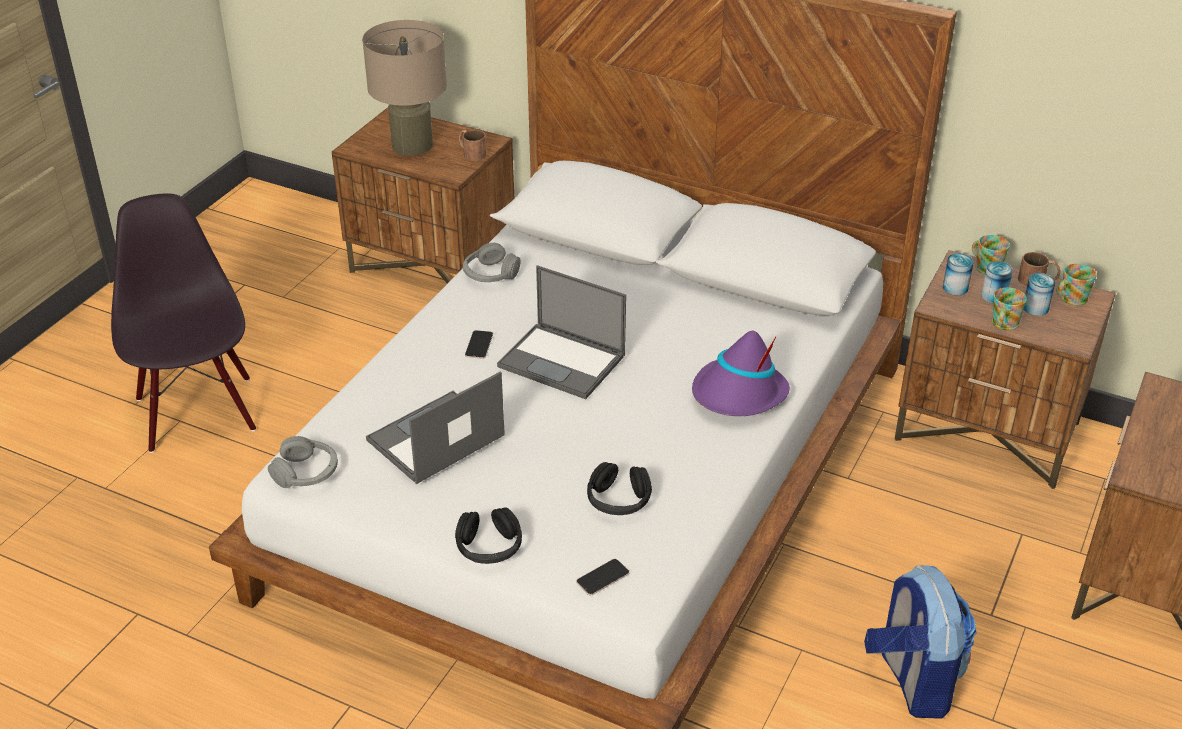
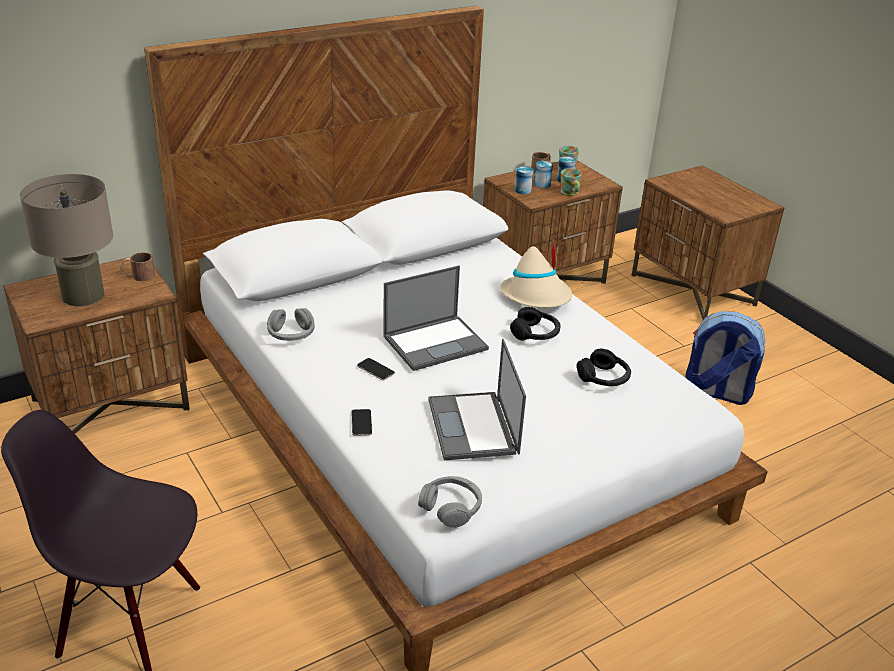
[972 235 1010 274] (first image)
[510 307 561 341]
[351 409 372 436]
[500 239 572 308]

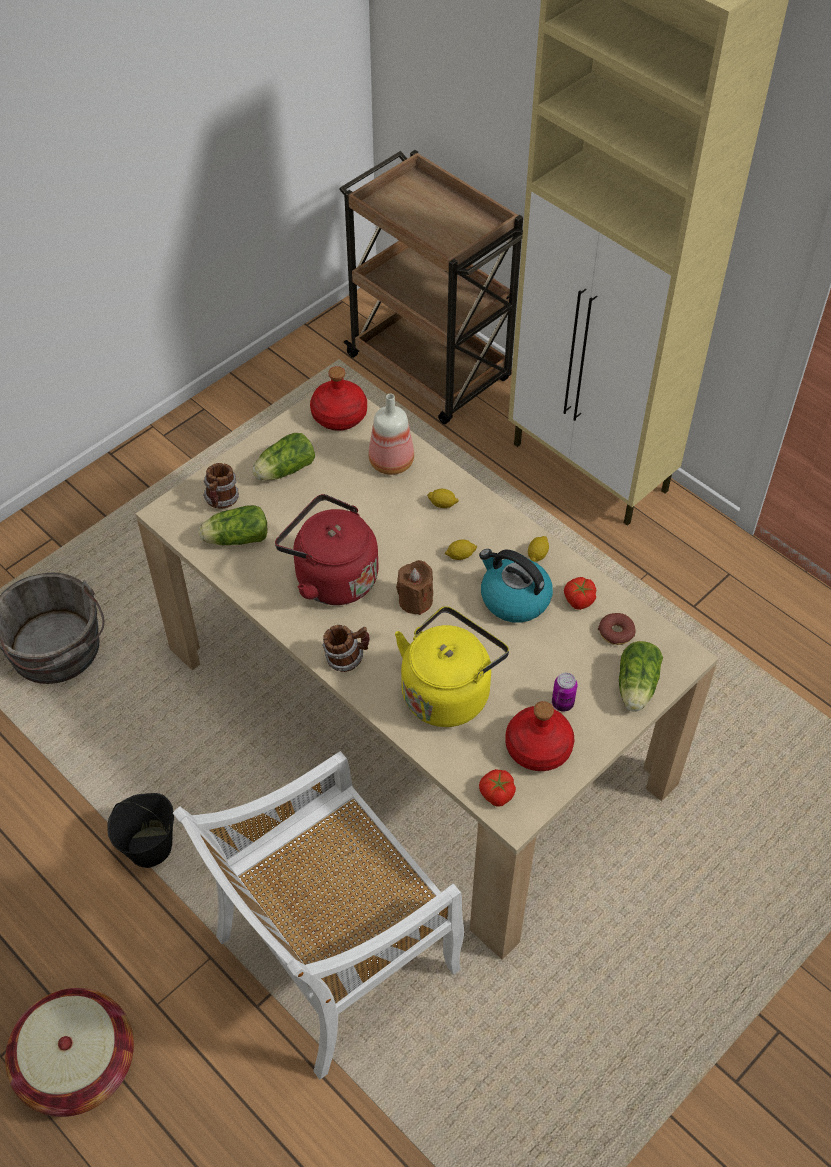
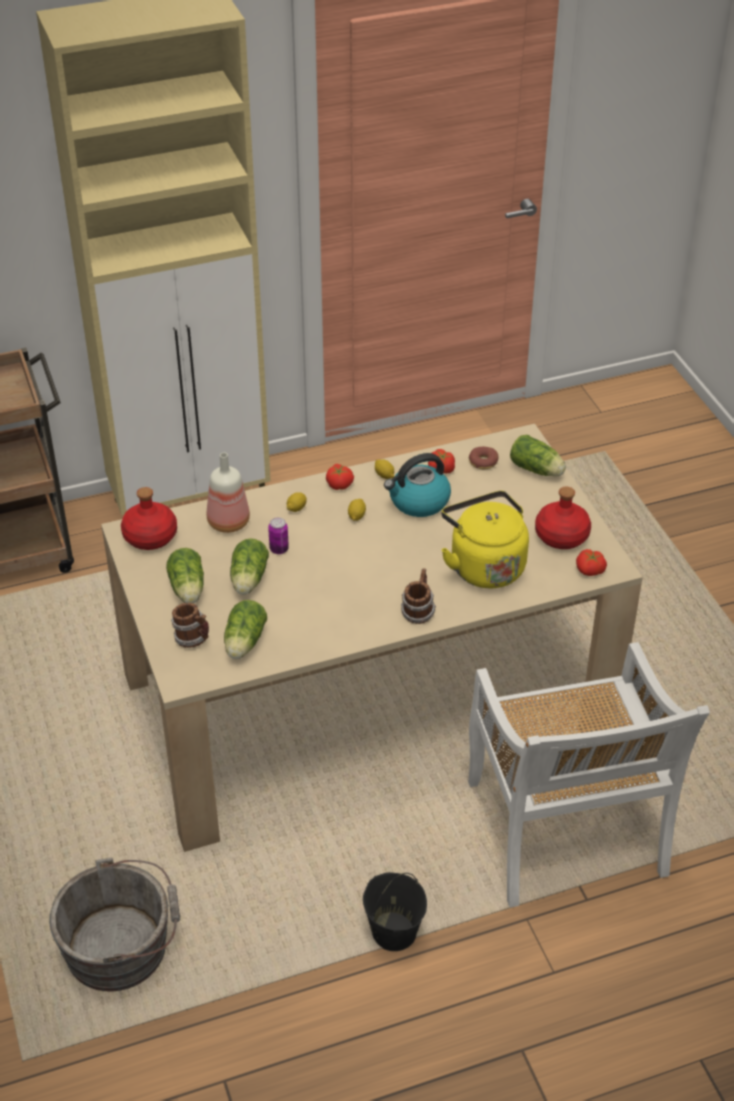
[5 988 134 1117] (first image)
[275 494 379 605] (first image)
[396 560 433 615] (first image)
[230 538 269 595]
[326 464 354 490]
[268 518 289 554]

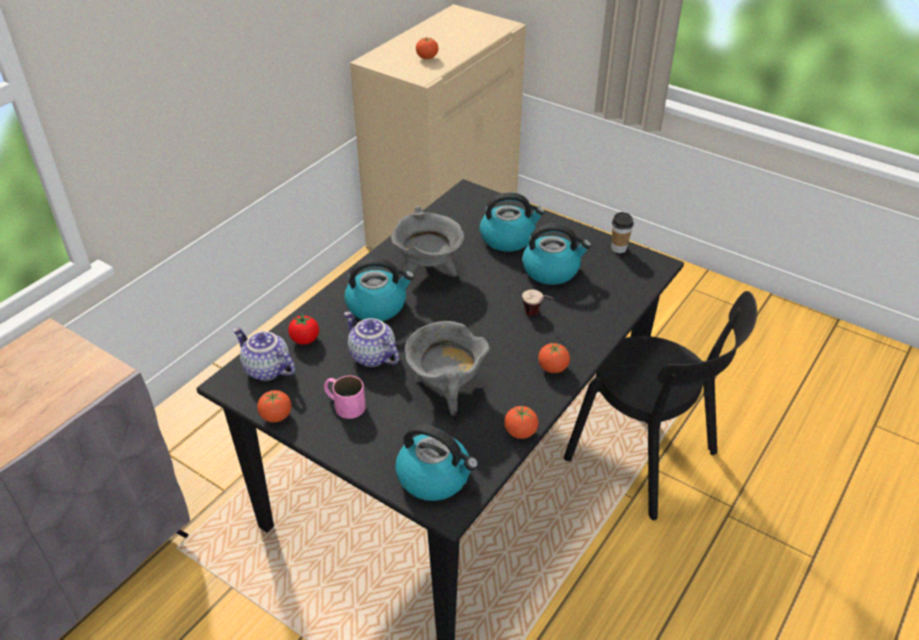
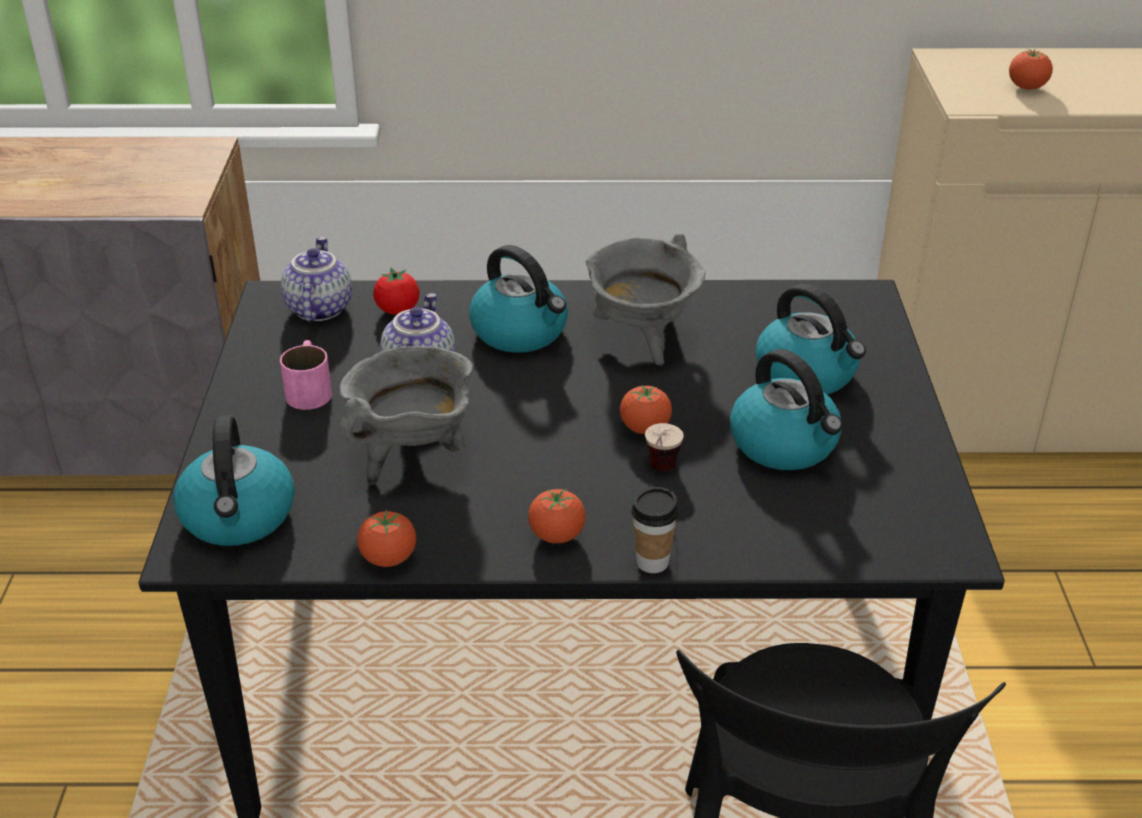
[620 385 672 434]
[632 487 679 573]

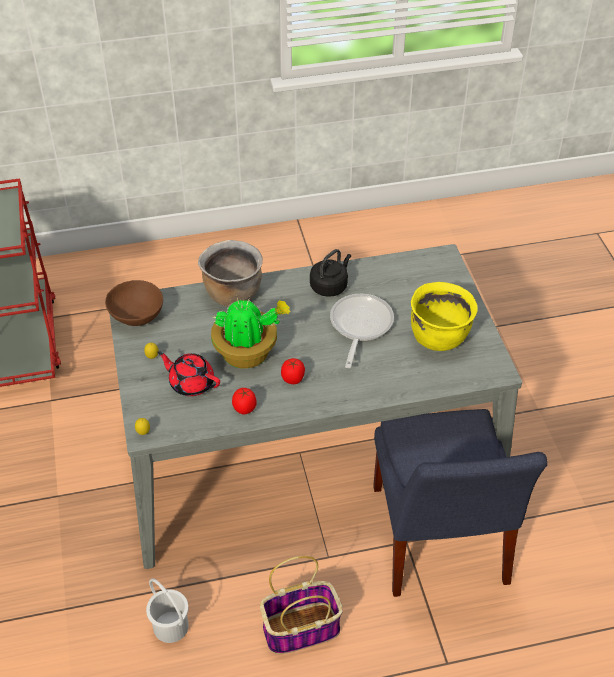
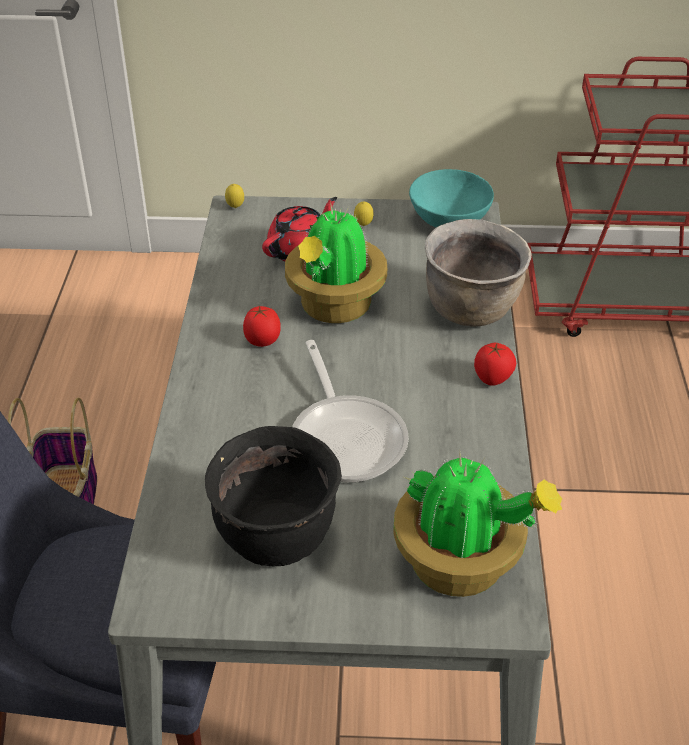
[146 578 189 643] (first image)
[310 249 351 297] (first image)
[393 454 562 597]
[474 343 516 386]
[409 169 494 227]
[205 426 342 567]
[292 340 409 482]

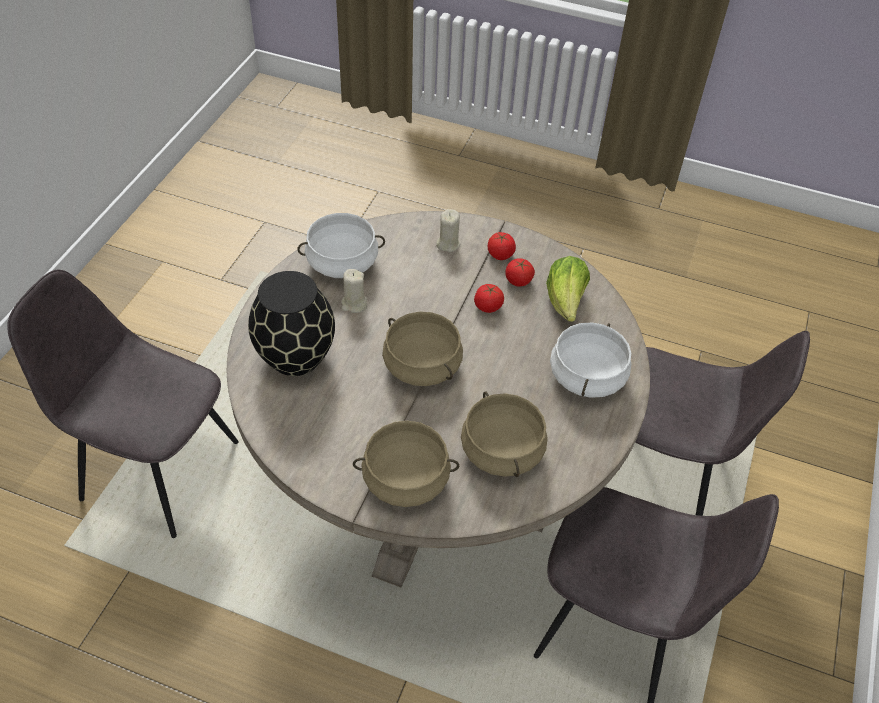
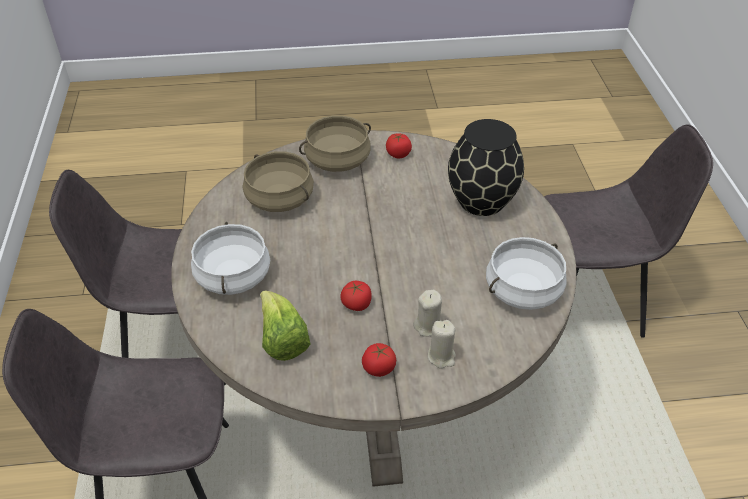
[382 312 463 386] (first image)
[413 290 442 337]
[386 133 412 159]

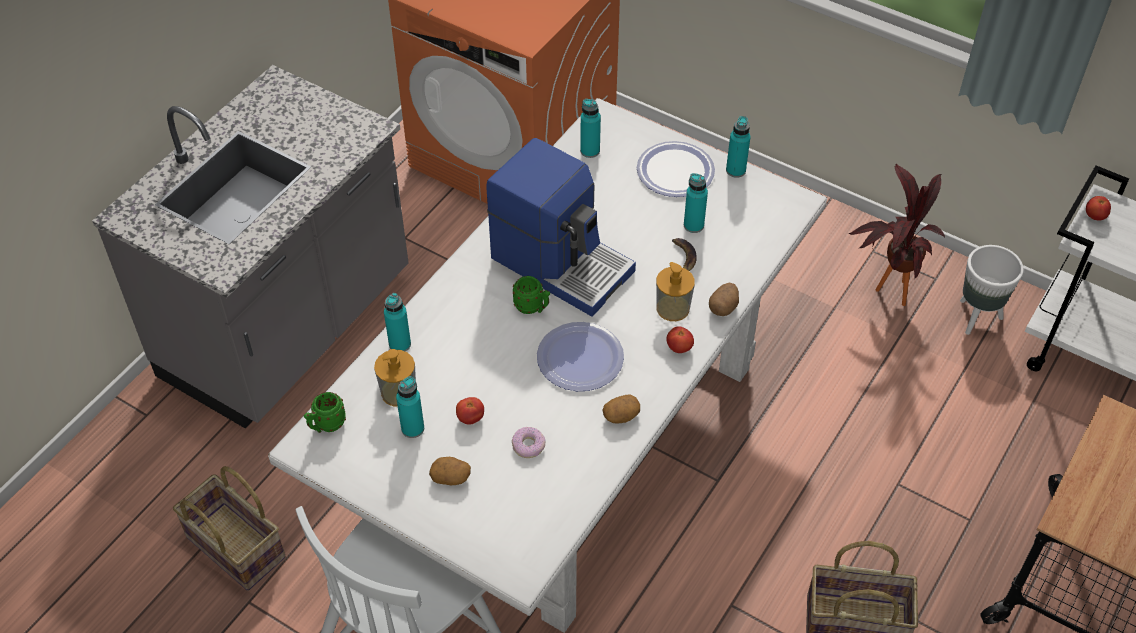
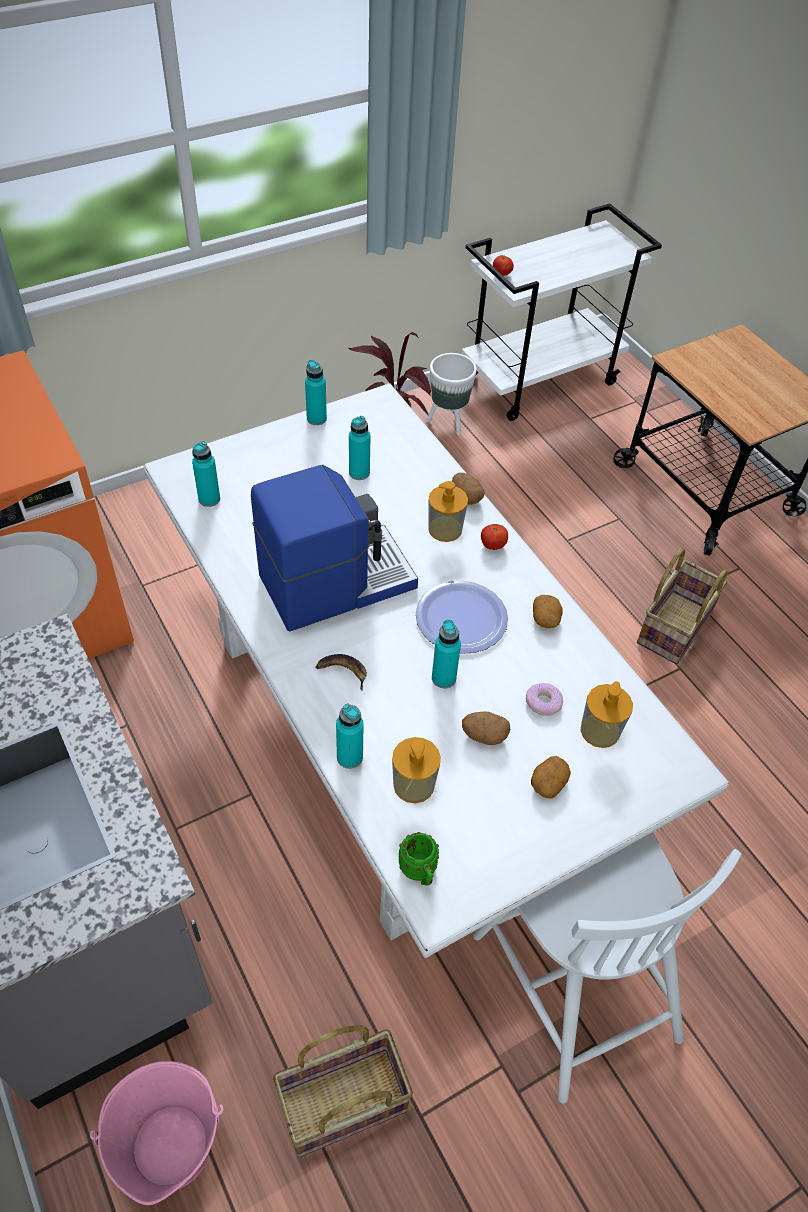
[513 276 550 314] (first image)
[637 141 715 197] (first image)
[90 1061 224 1205]
[581 681 633 748]
[432 620 461 688]
[315 654 367 691]
[462 711 510 745]

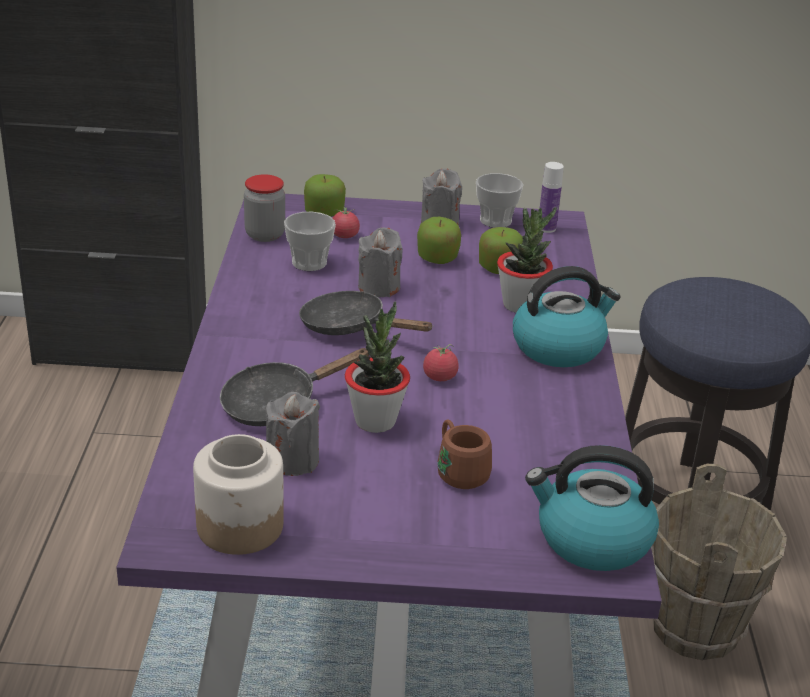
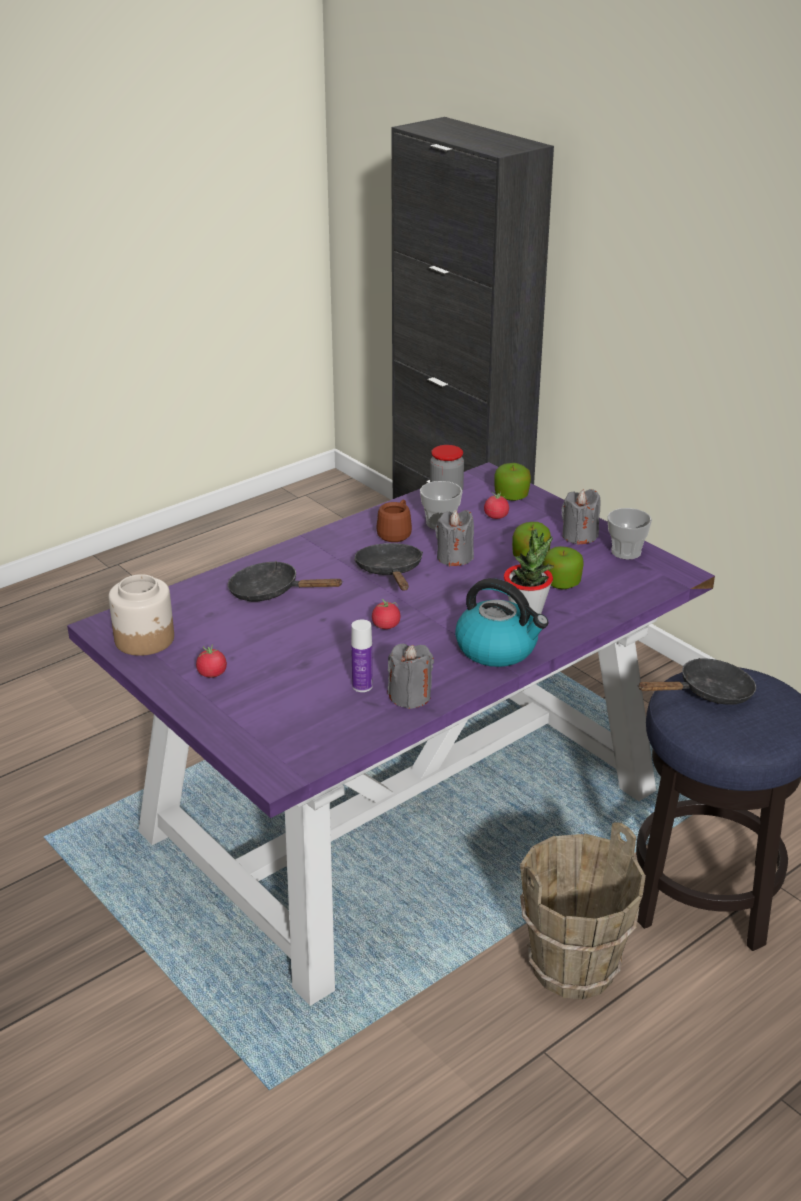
[345 301 410 433] (first image)
[525 445 659 571] (first image)
[196 644 227 678]
[638 658 756 705]
[388 644 434 709]
[377 499 412 542]
[351 619 373 692]

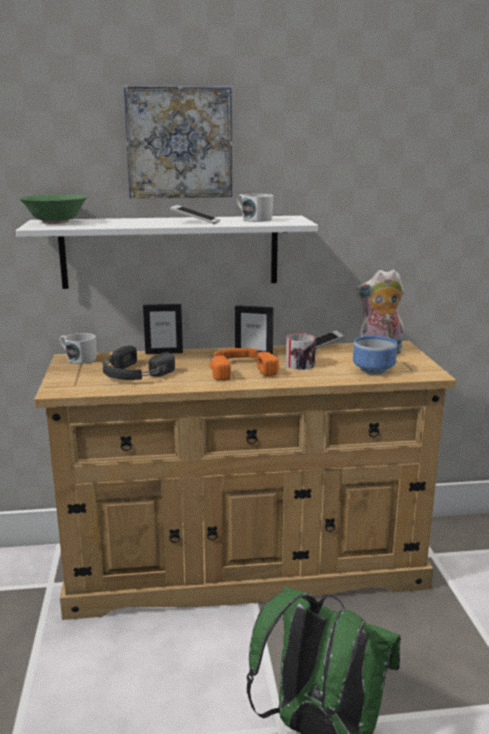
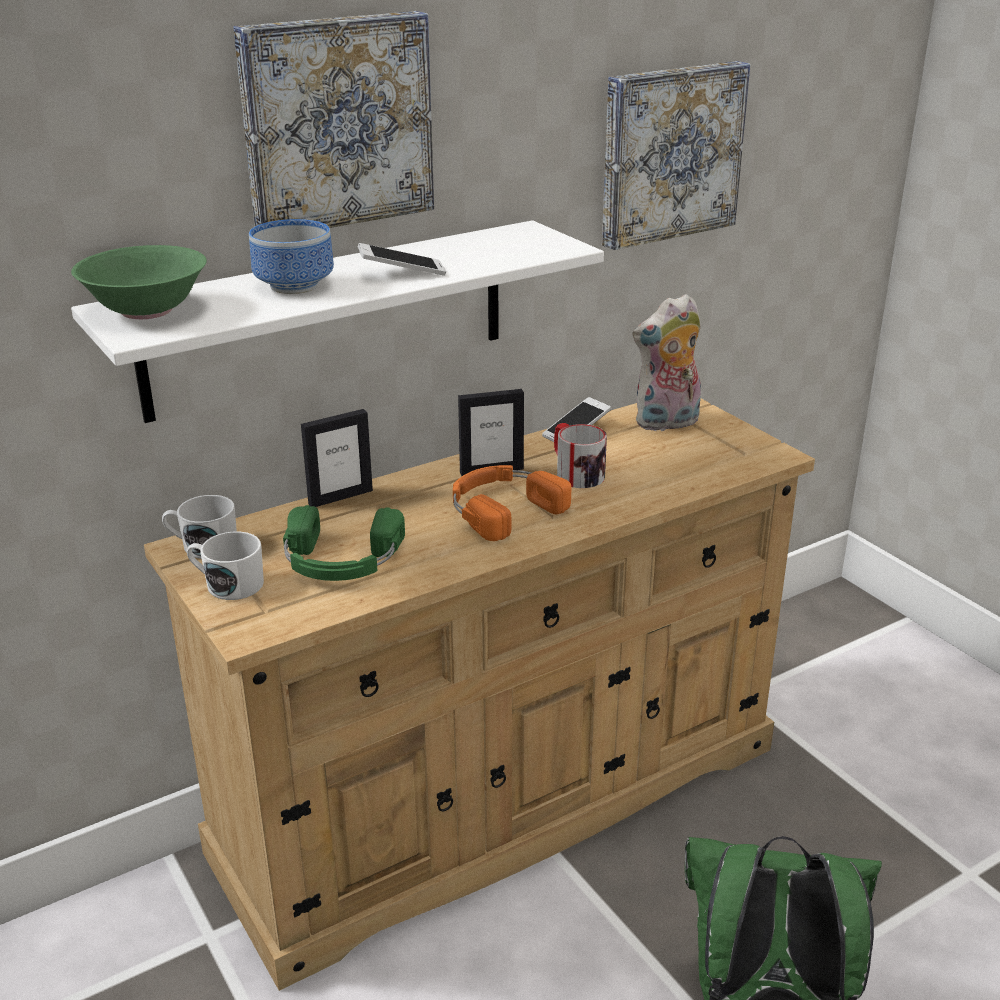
[602 61 750 250]
[187 532 264 600]
[249 219 334 294]
[283 505 405 581]

